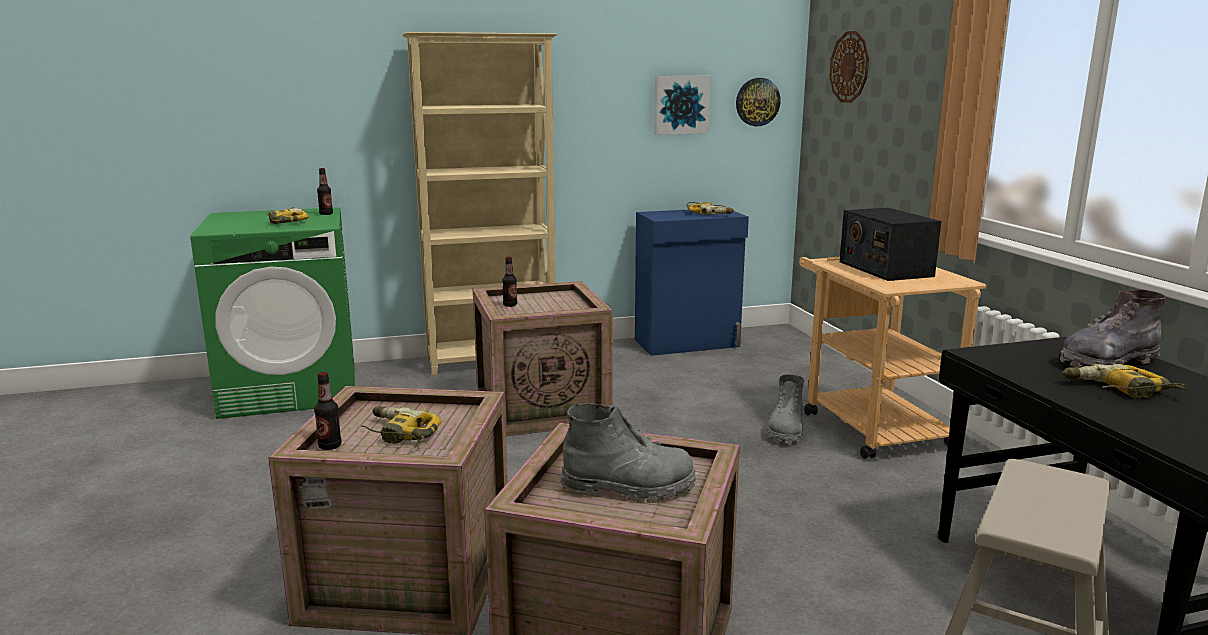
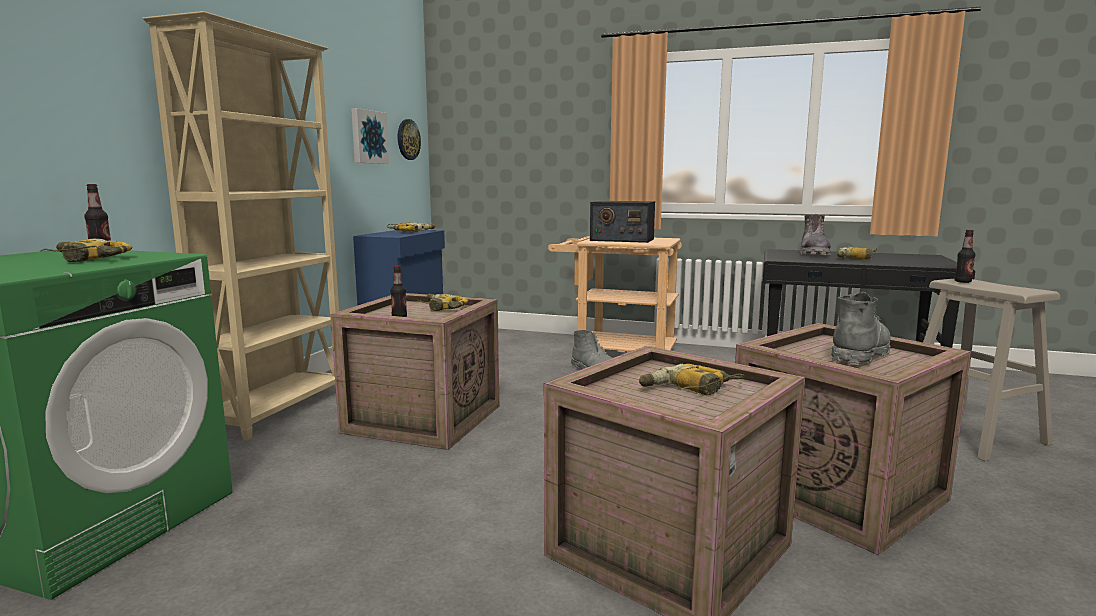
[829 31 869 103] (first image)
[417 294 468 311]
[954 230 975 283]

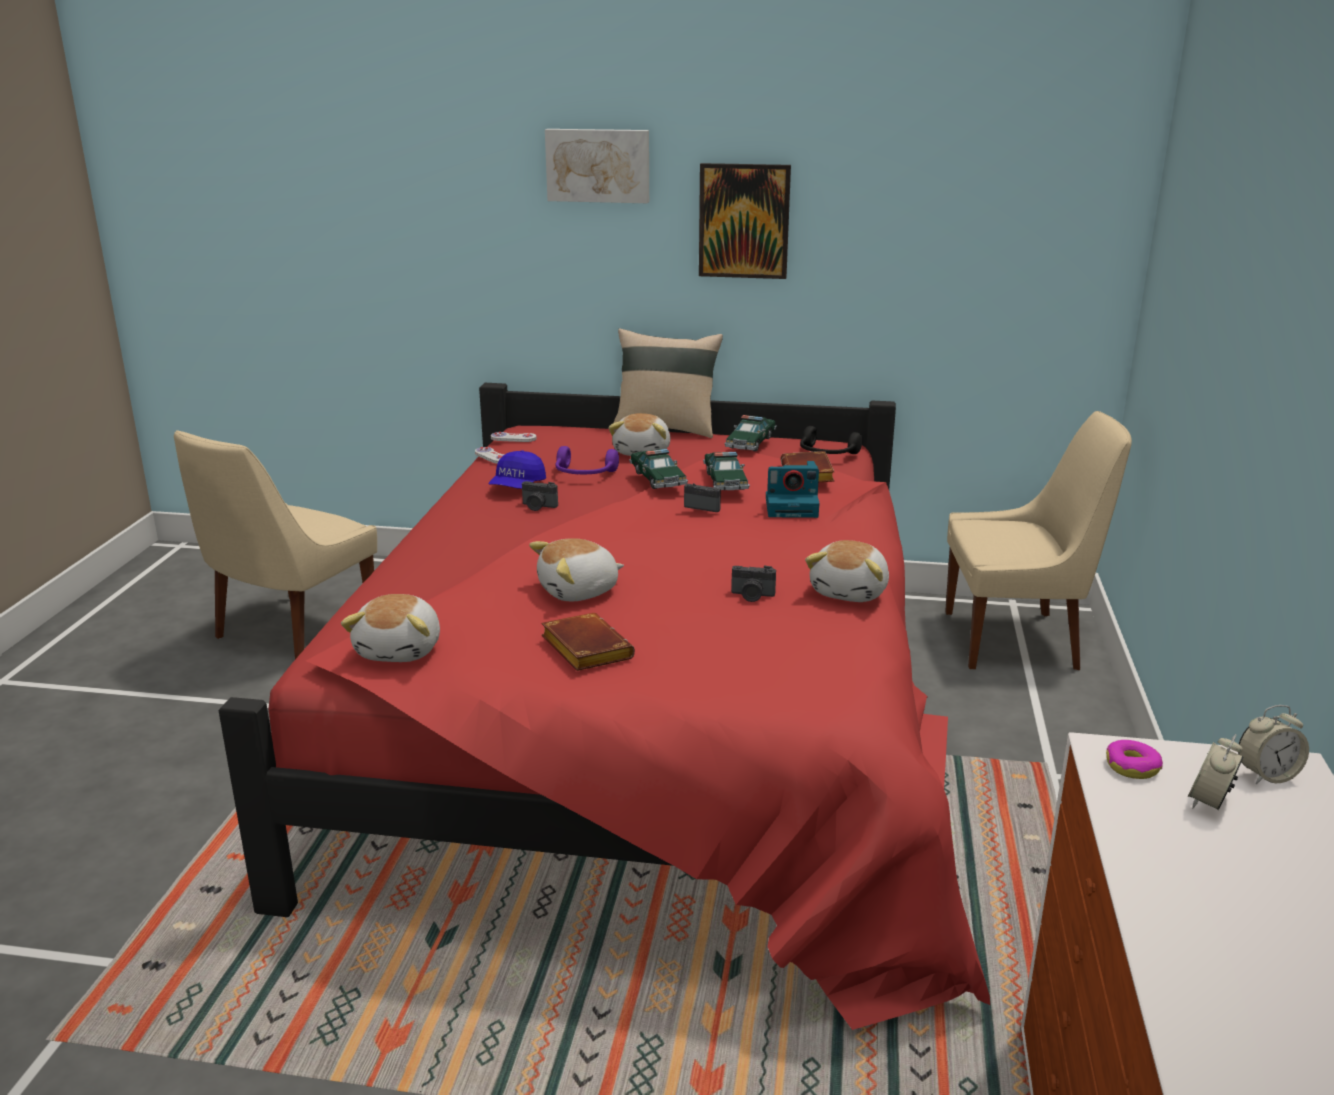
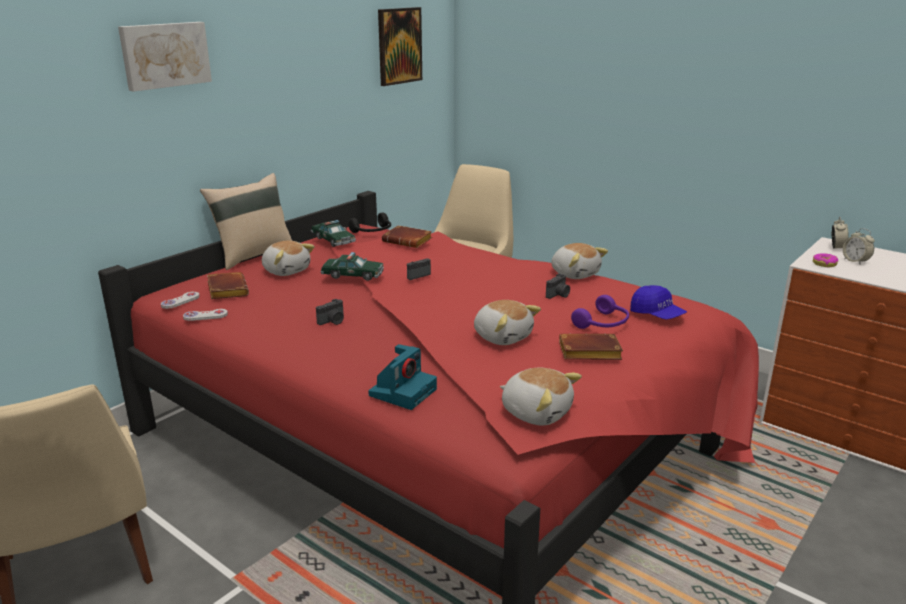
[703 452 750 490] (first image)
[207 272 249 299]
[630 285 687 319]
[571 295 629 329]
[378 7 422 86]
[368 344 437 410]
[474 300 541 345]

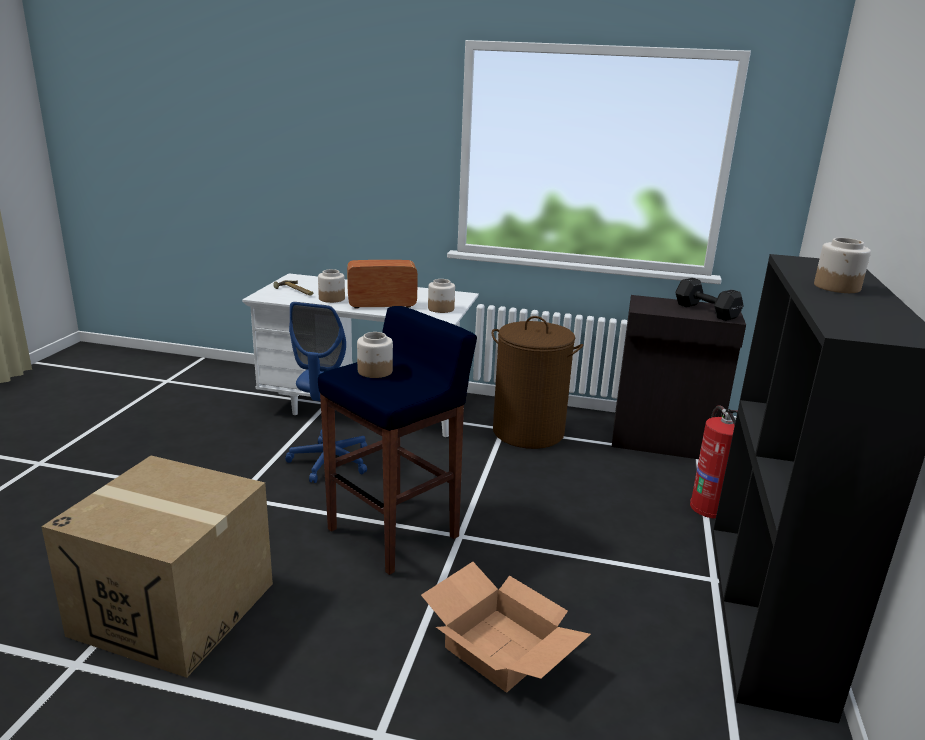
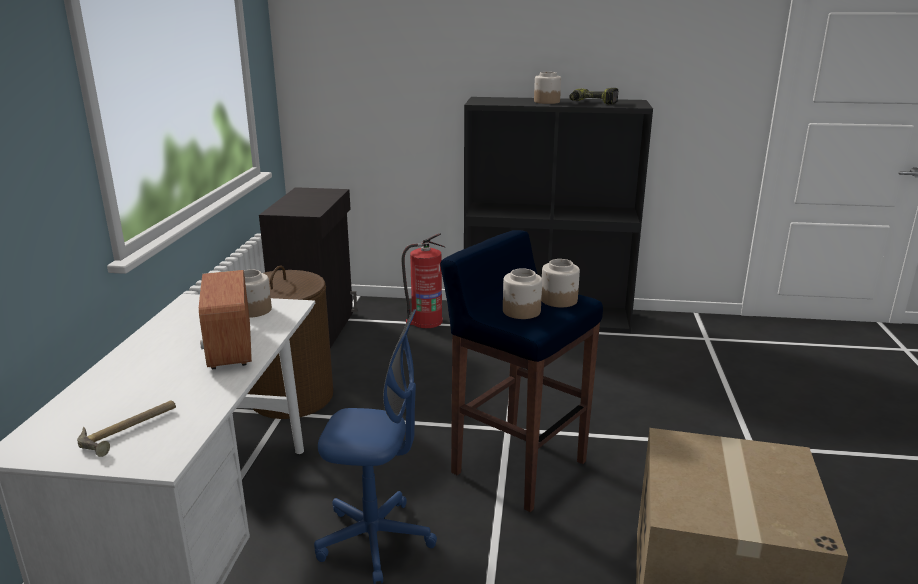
[421 562 591 692] (first image)
[675 278 744 321] (first image)
[569 88 618 104]
[541 259 580 307]

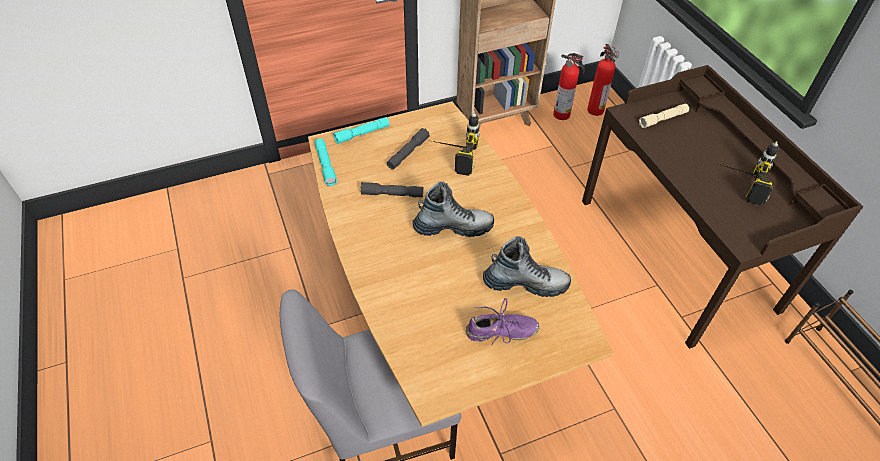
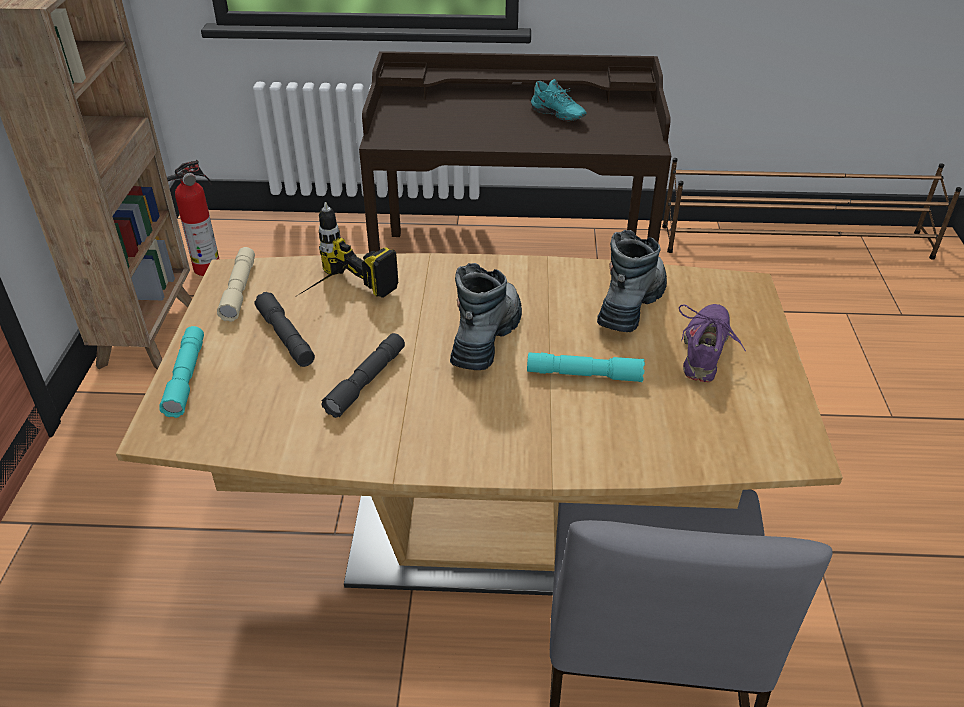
[587 44 619 116] (first image)
[527 352 645 382]
[217 247 255 322]
[531 79 587 121]

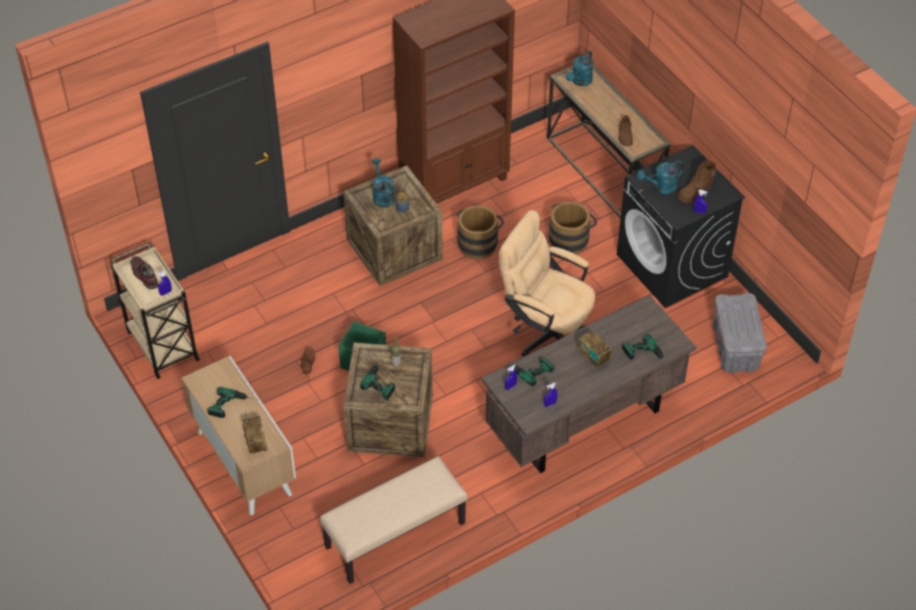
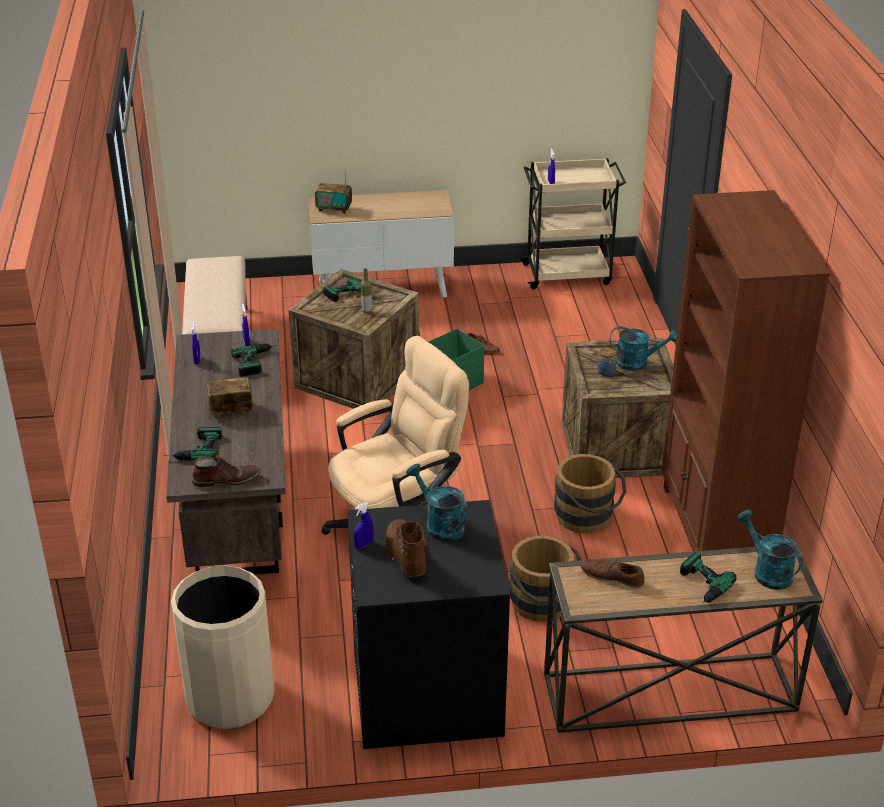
[192 455 261 487]
[680 552 737 607]
[171 566 274 729]
[406 464 468 542]

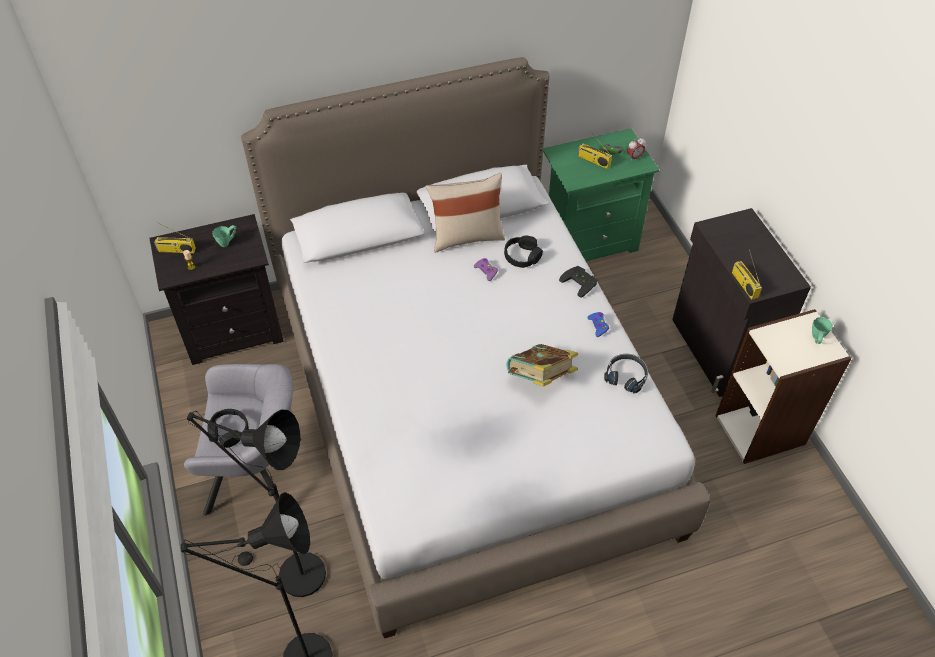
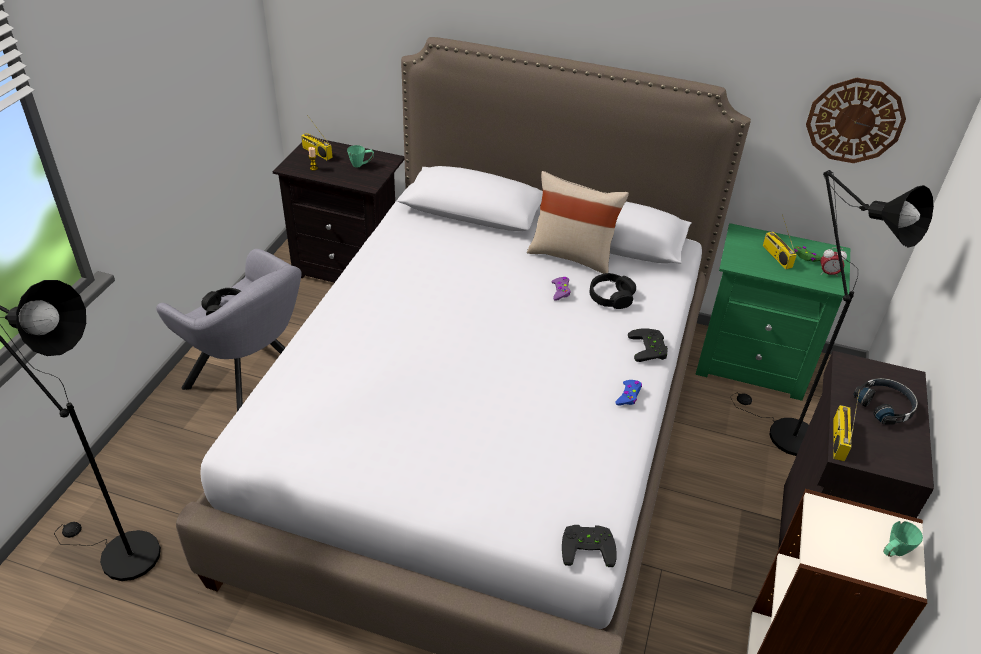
[506 344 578 387] (first image)
[562 525 616 567]
[806 78 906 163]
[730 170 934 456]
[853 378 918 425]

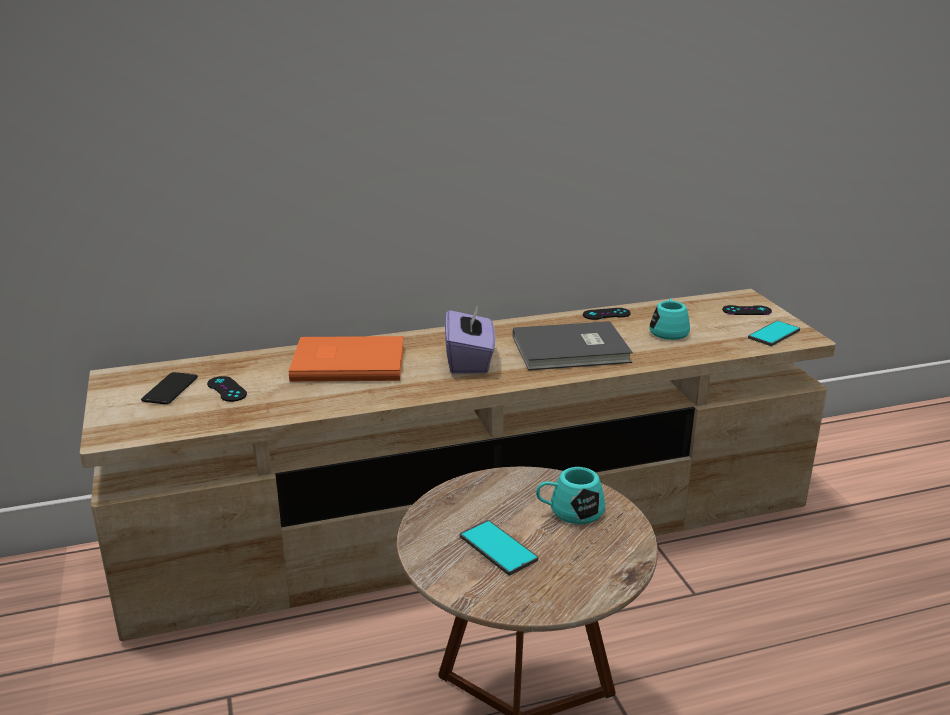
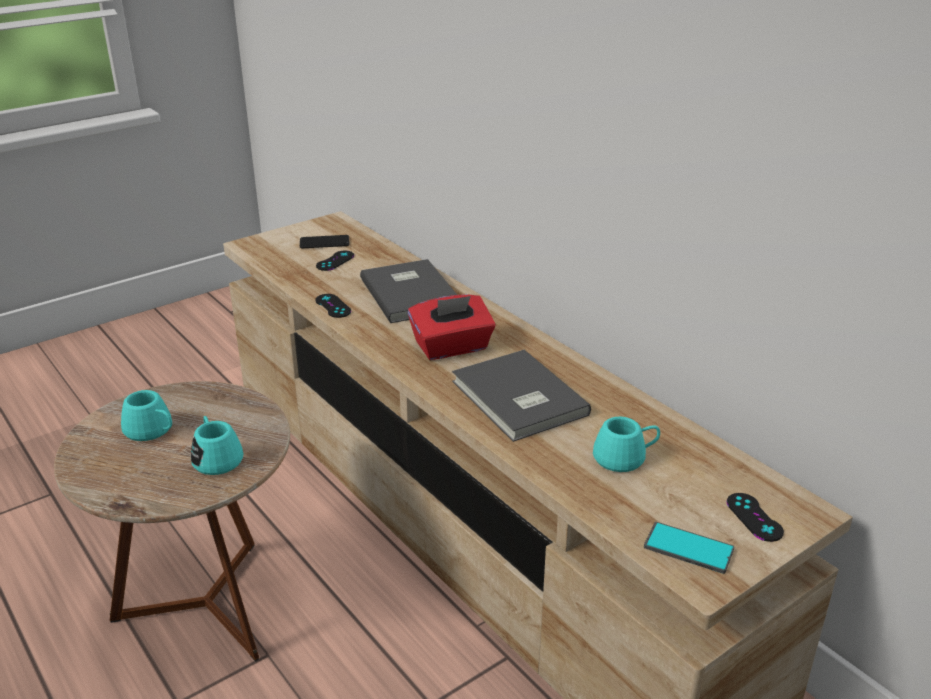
[315 294 351 318]
[121 390 172 441]
[360 259 457 323]
[408 294 496 360]

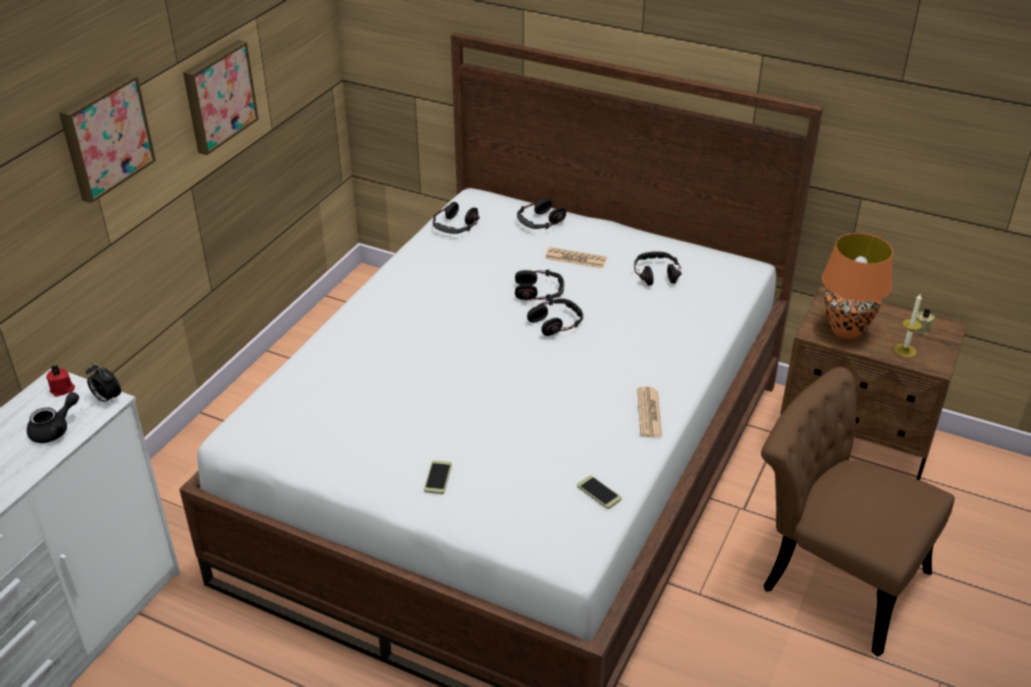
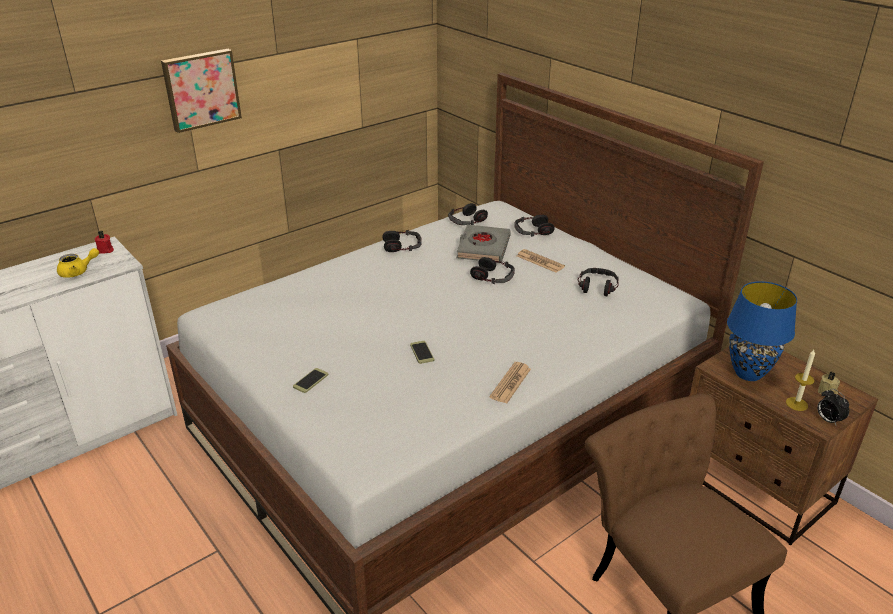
[183 40 259 155] (first image)
[456 225 511 263]
[817 389 849 425]
[383 230 422 252]
[410 341 434 364]
[57 248 99 278]
[727 281 797 381]

